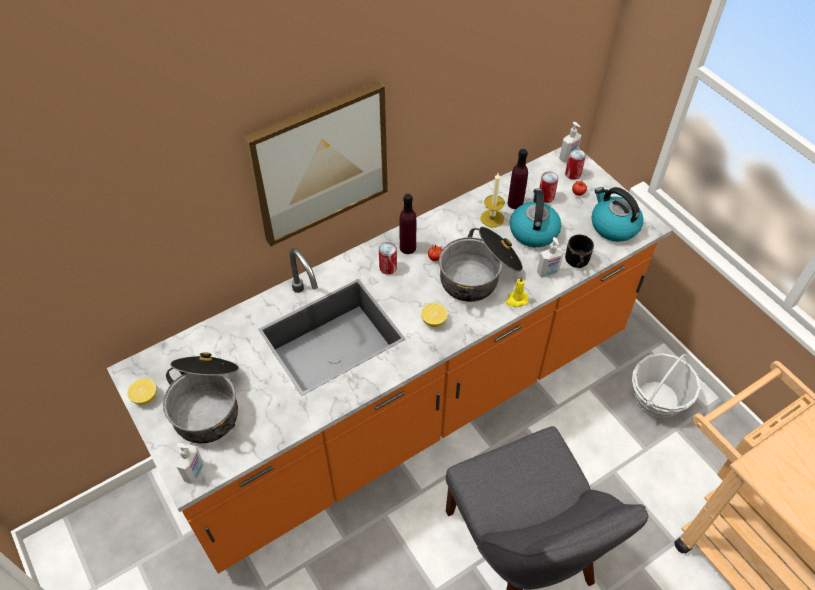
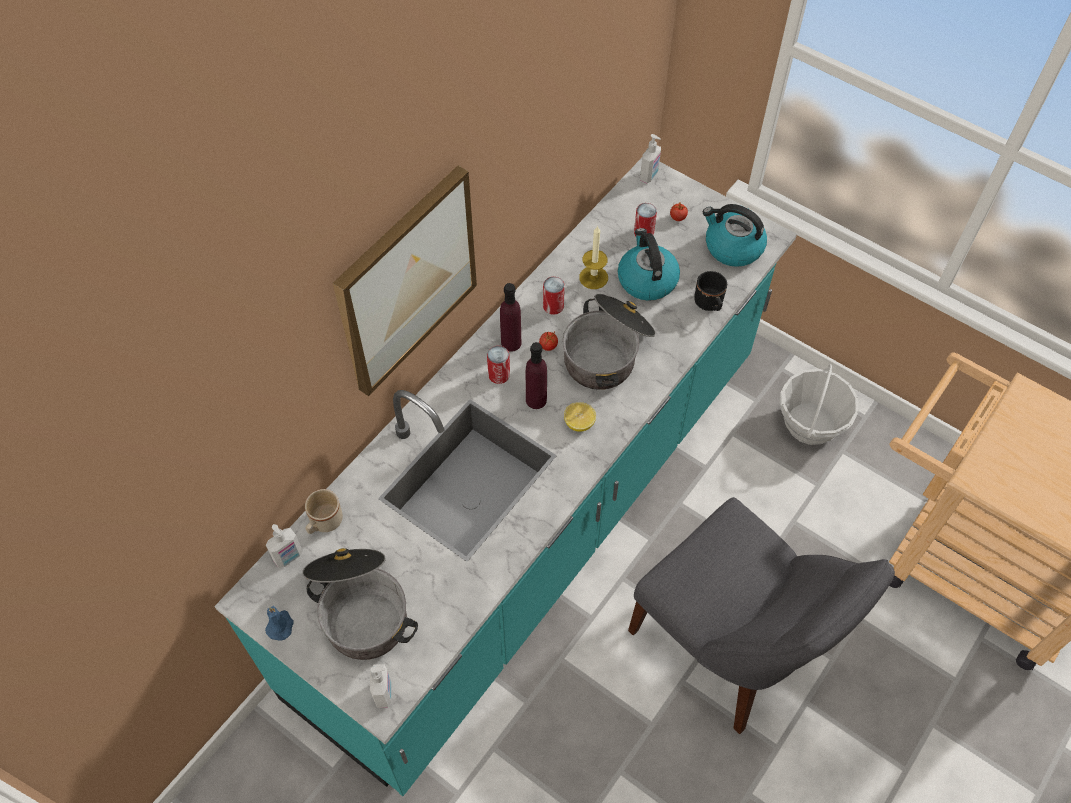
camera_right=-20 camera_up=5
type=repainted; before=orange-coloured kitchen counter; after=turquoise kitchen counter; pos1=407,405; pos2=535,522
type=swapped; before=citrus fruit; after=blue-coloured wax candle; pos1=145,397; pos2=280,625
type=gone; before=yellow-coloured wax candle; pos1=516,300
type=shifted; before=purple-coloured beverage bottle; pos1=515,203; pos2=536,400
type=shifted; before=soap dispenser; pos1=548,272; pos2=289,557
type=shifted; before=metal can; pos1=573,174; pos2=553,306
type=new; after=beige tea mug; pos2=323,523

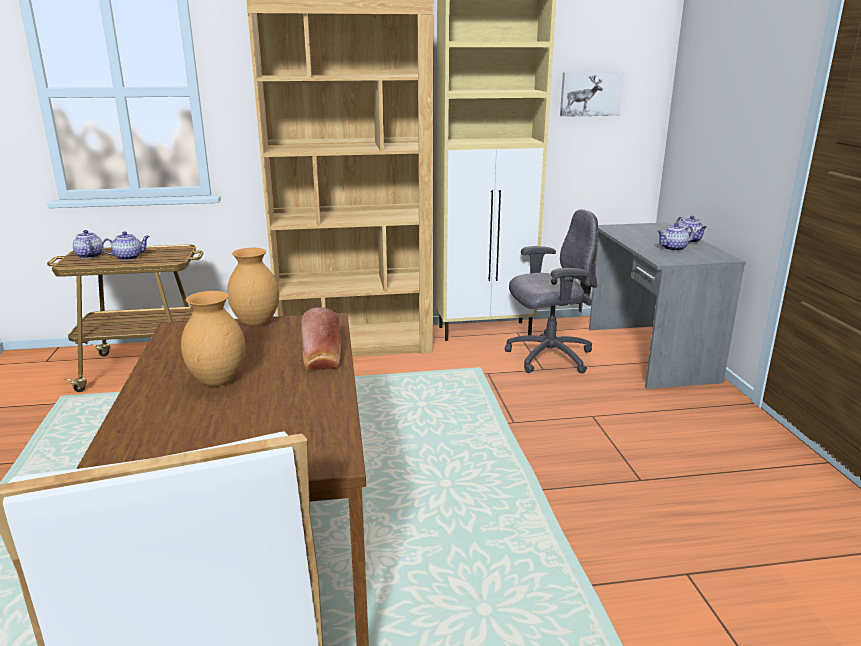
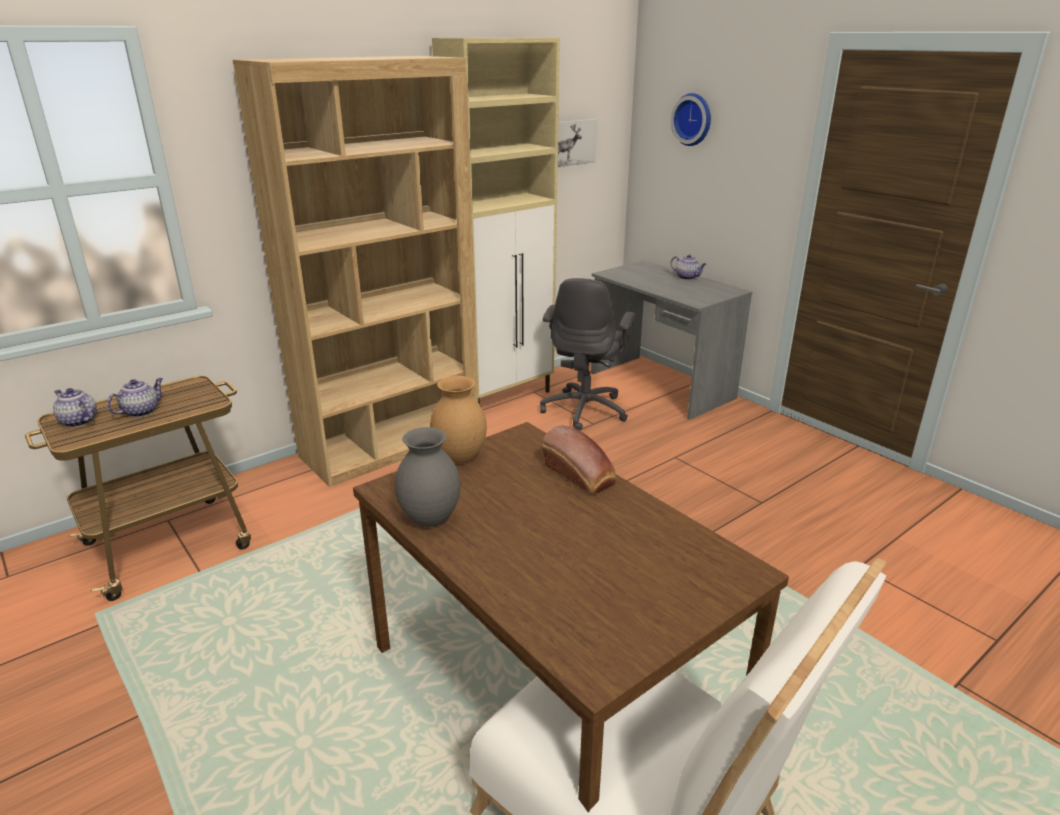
camera_right=-30 camera_up=5
type=gone; before=brown flower vase; pos1=219,381
type=rotated; before=gray desk chair; pos1=548,357; pos2=585,410; turn=150
type=gone; before=tea pot; pos1=673,248
type=new; after=gray flower vase; pos2=431,518
type=new; after=wall clock; pos2=693,119

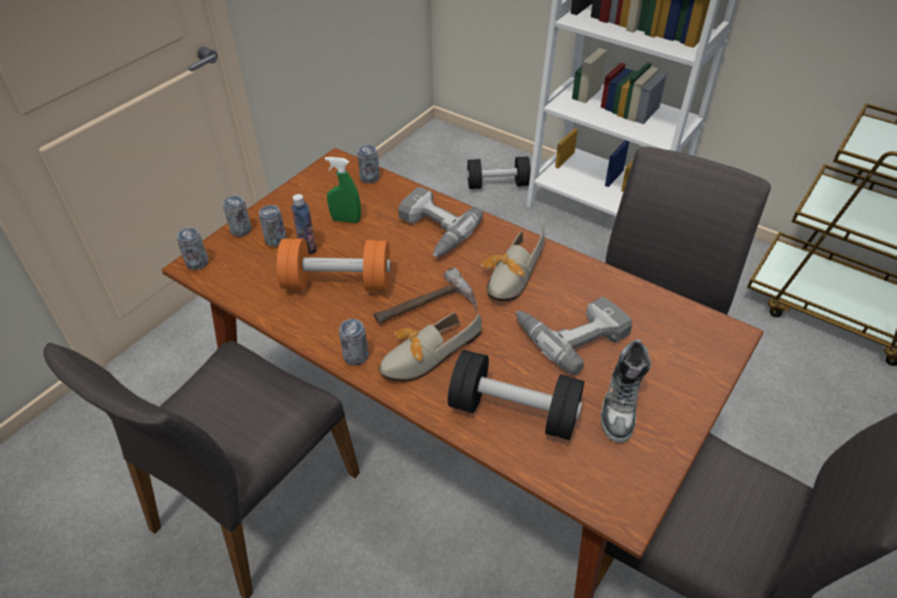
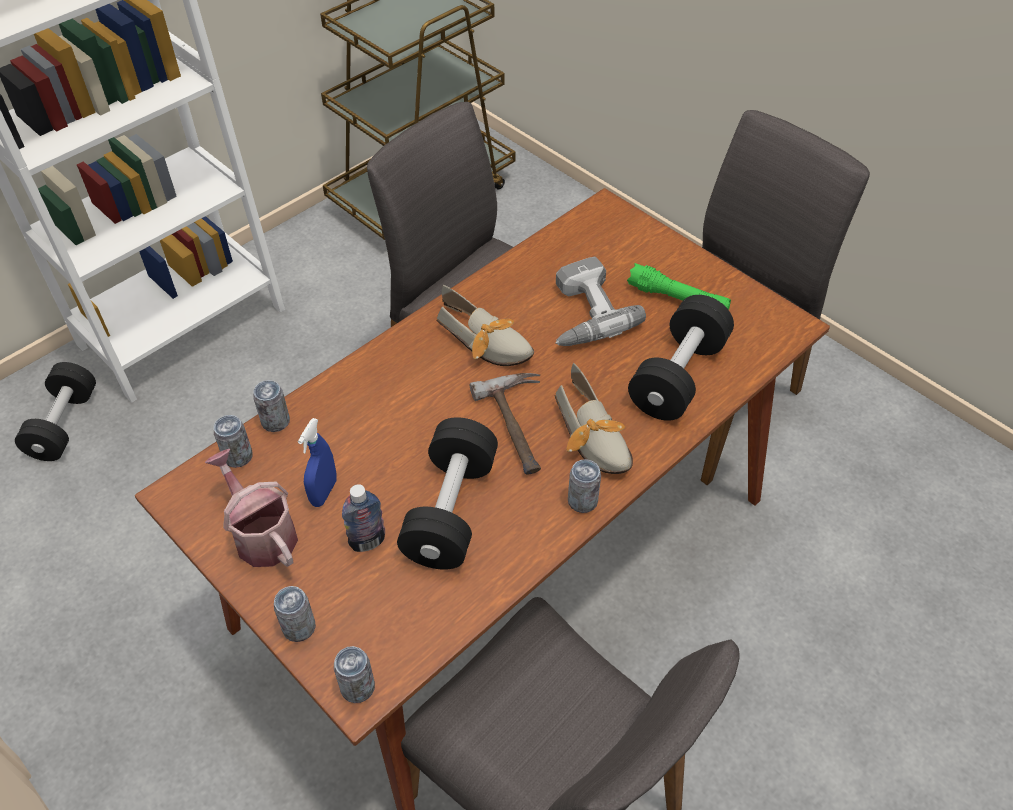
camera_right=-80 camera_up=5
type=shifted; before=metal can; pos1=276,240; pos2=275,422
type=repainted; before=orange-coloured dumbbell; after=blackish dumbbell; pos1=338,283; pos2=450,510
type=repainted; before=green-coloured hand sprayer; after=blue-coloured hand sprayer; pos1=346,220; pos2=324,492
type=gone; before=drill; pos1=432,231
type=swapped; before=shoe; after=green-coloured torch; pos1=621,404; pos2=677,299
type=new; after=sprinkling can; pos2=261,533

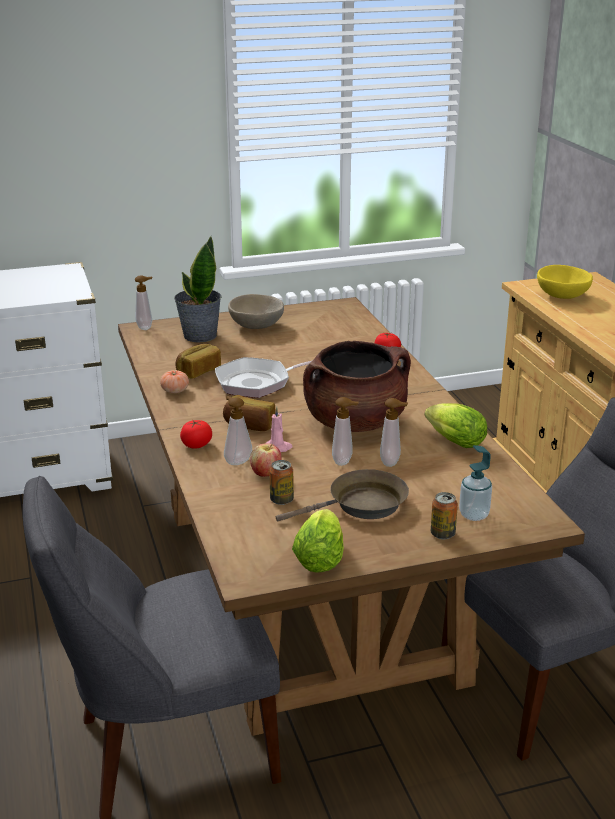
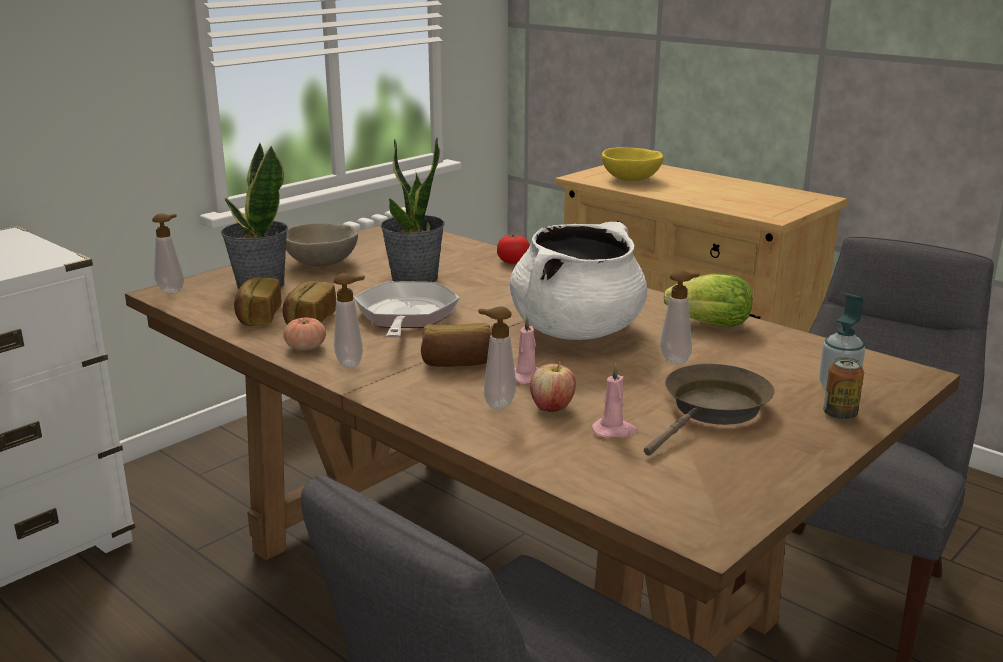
camera_right=-30 camera_up=-5
type=gone; before=tomato; pos1=196,445
type=rotated; before=pan; pos1=259,383; pos2=405,316; turn=135
type=swapped; before=metal can; after=pink-coloured wax candle; pos1=281,500; pos2=614,431
type=gone; before=lettuce; pos1=320,557
type=repainted; before=brown cooking pot; after=whitish cooking pot; pos1=355,422; pos2=577,331
type=shifted; before=soap dispenser; pos1=344,461; pos2=352,363
type=new; after=baked bread; pos2=258,317
type=new; after=houseplant; pos2=414,279

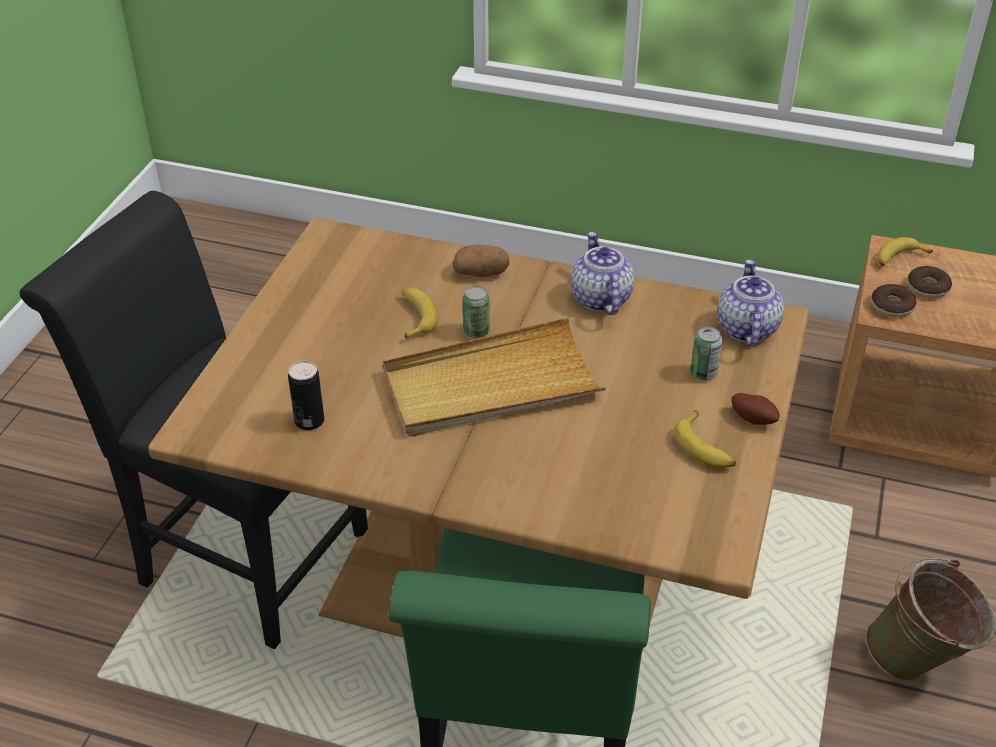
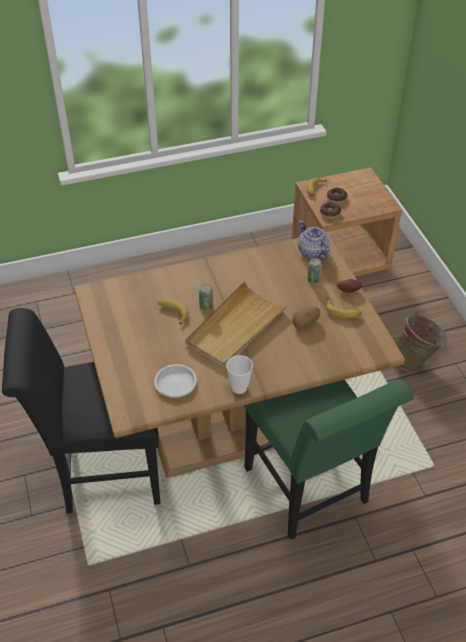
camera_right=-35 camera_up=5
type=swapped; before=metal can; after=whitish dinner plate; pos1=309,421; pos2=175,383
type=shifted; before=whole potato; pos1=481,273; pos2=305,323
type=gone; before=tea pot; pos1=599,298
type=new; after=drinking cup; pos2=239,388

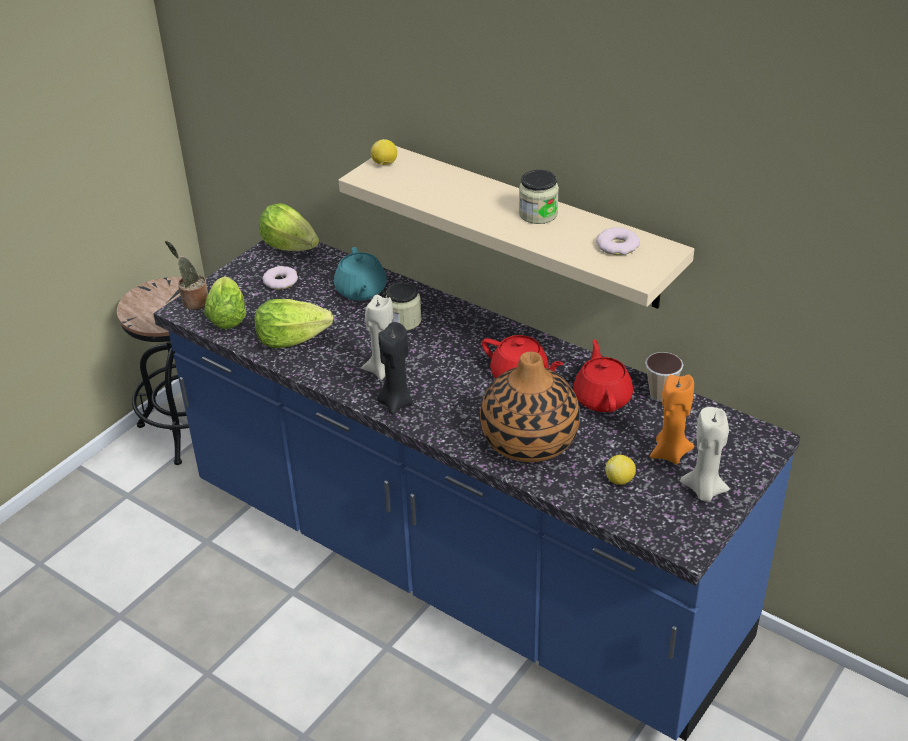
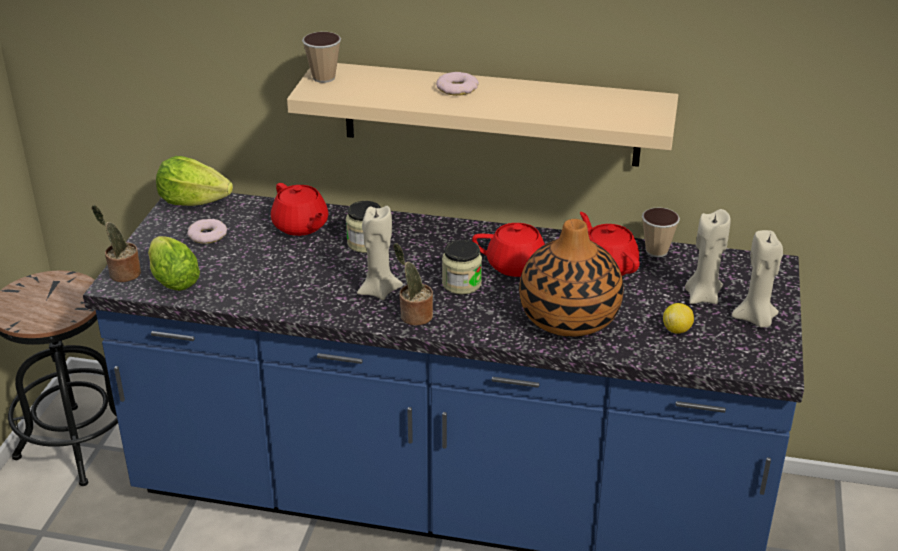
camera_right=-25 camera_up=-5
type=gone; before=lettuce; pos1=291,339
type=repainted; before=turquoise tea pot; after=reddish tea pot; pos1=361,291; pos2=301,226
type=swapped; before=citrus fruit; after=drinking cup; pos1=384,164; pos2=324,78
type=swapped; before=blackish wax candle; after=houseplant; pos1=396,402; pos2=414,316
type=shifted; before=storage jar; pos1=538,214; pos2=461,284
type=shifted; before=doughnut; pos1=617,246; pos2=457,88
type=repainted; before=orange-coloured wax candle; after=beige wax candle; pos1=670,453; pos2=702,297

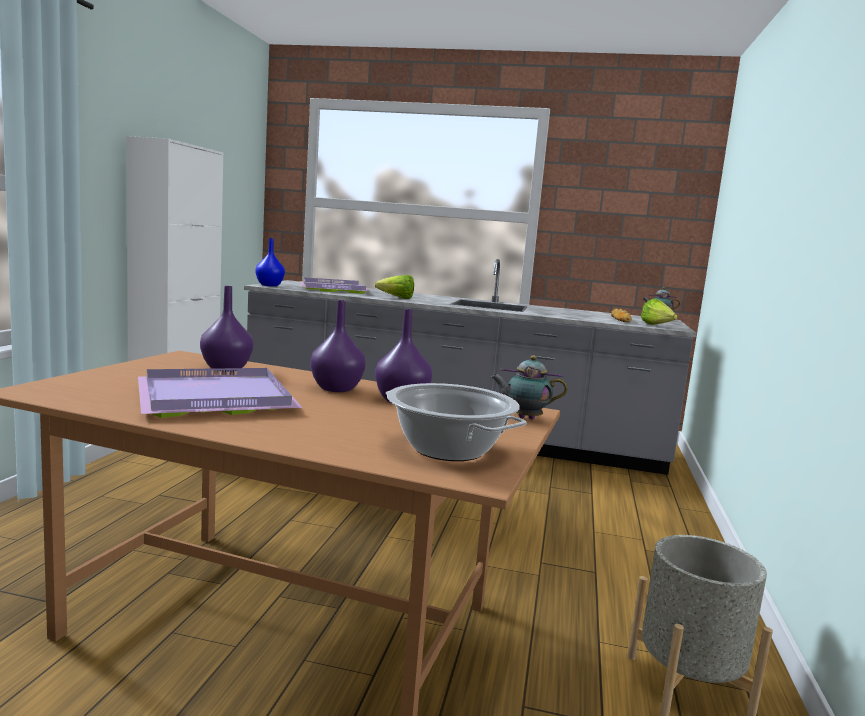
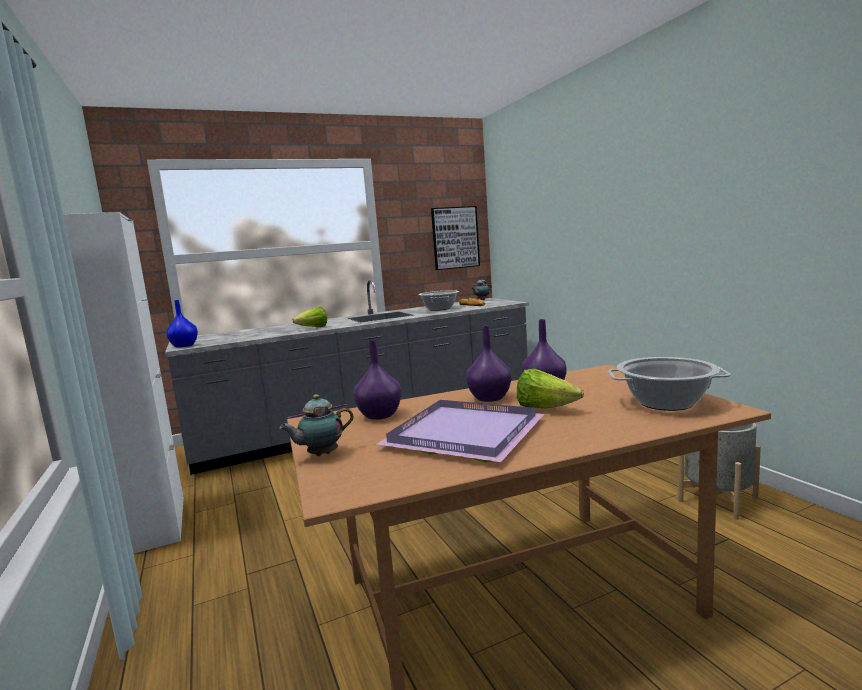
camera_right=-35 camera_up=0
type=gone; before=purple-coloured serving tray; pos1=332,289
type=shifted; before=tea pot; pos1=524,418; pos2=320,455
type=shifted; before=lettuce; pos1=657,326; pos2=545,408
type=new; after=cooking pot; pos2=440,309
type=new; after=wall art; pos2=455,238

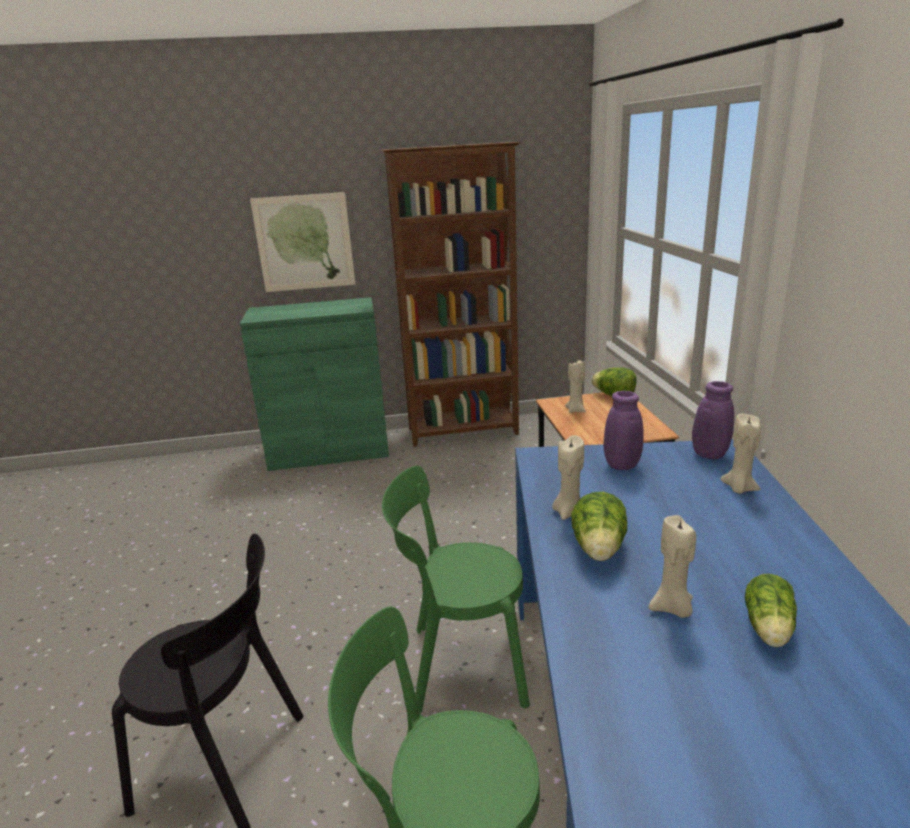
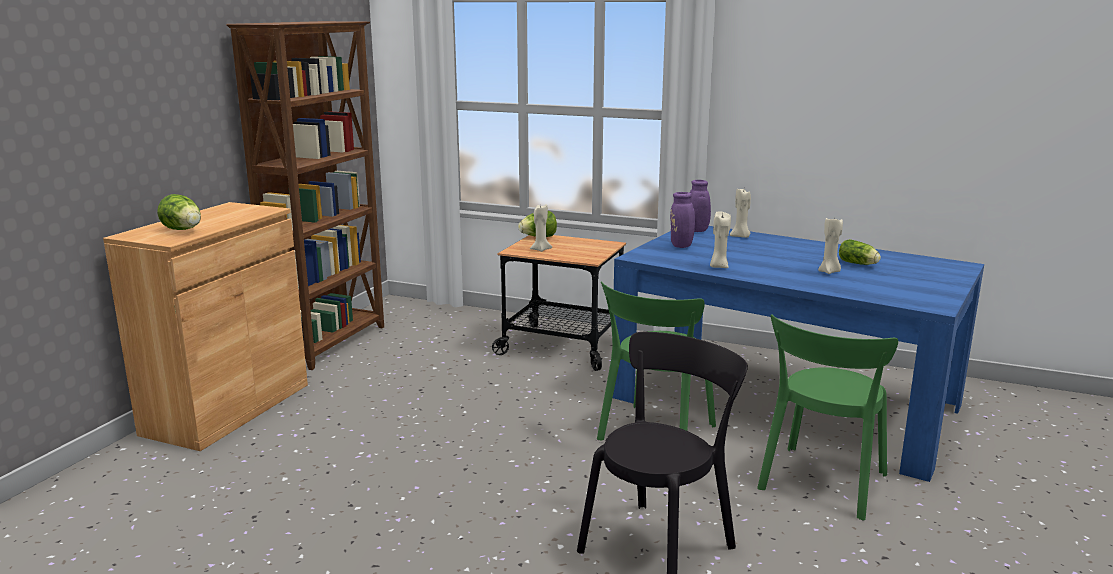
camera_right=-60 camera_up=-5
type=repainted; before=green-coloured storage cabinet; after=brown storage cabinet; pos1=329,450; pos2=227,409
type=gone; before=wall art; pos1=304,242
type=shifted; before=lettuce; pos1=599,550; pos2=184,230

